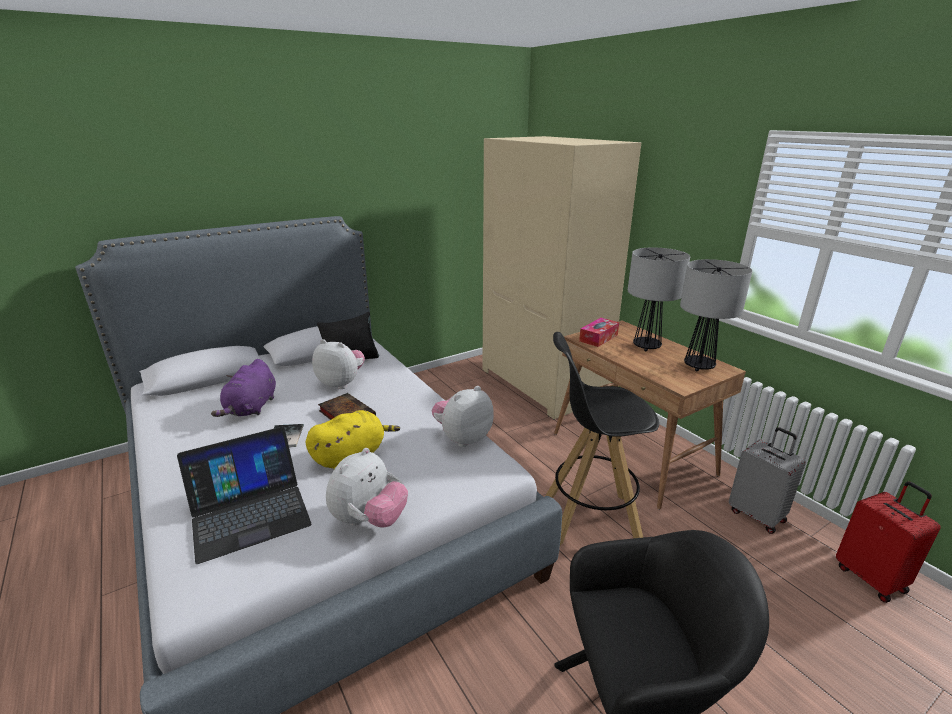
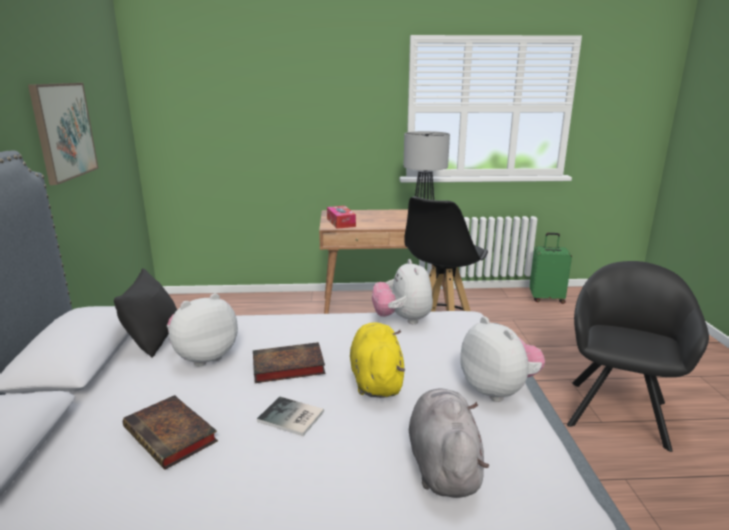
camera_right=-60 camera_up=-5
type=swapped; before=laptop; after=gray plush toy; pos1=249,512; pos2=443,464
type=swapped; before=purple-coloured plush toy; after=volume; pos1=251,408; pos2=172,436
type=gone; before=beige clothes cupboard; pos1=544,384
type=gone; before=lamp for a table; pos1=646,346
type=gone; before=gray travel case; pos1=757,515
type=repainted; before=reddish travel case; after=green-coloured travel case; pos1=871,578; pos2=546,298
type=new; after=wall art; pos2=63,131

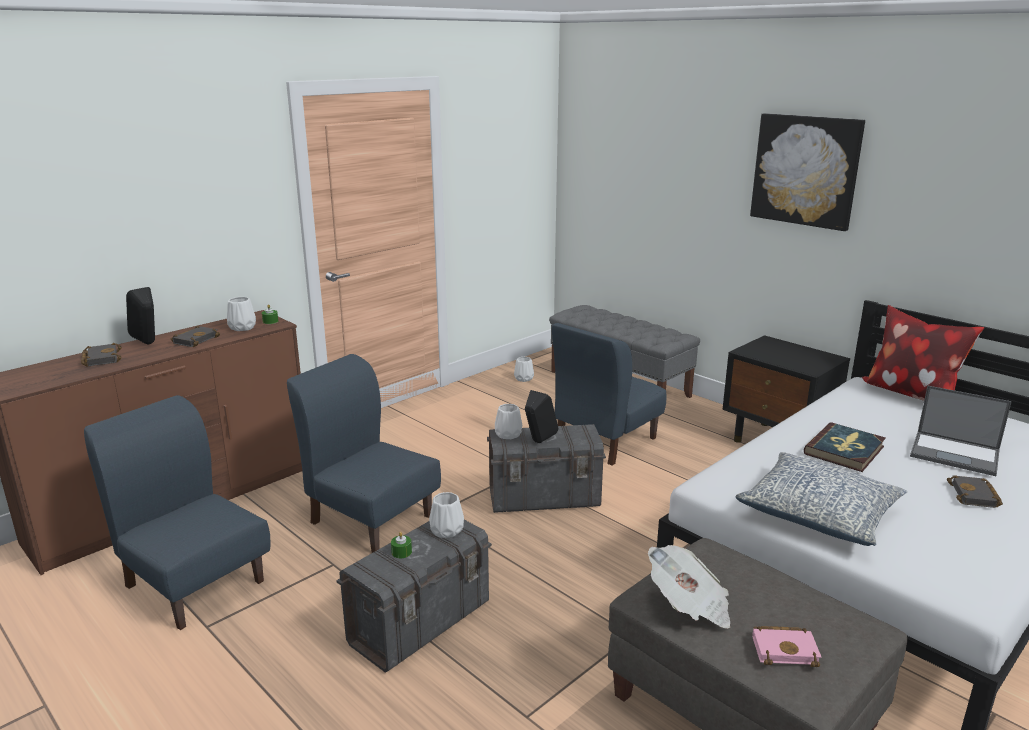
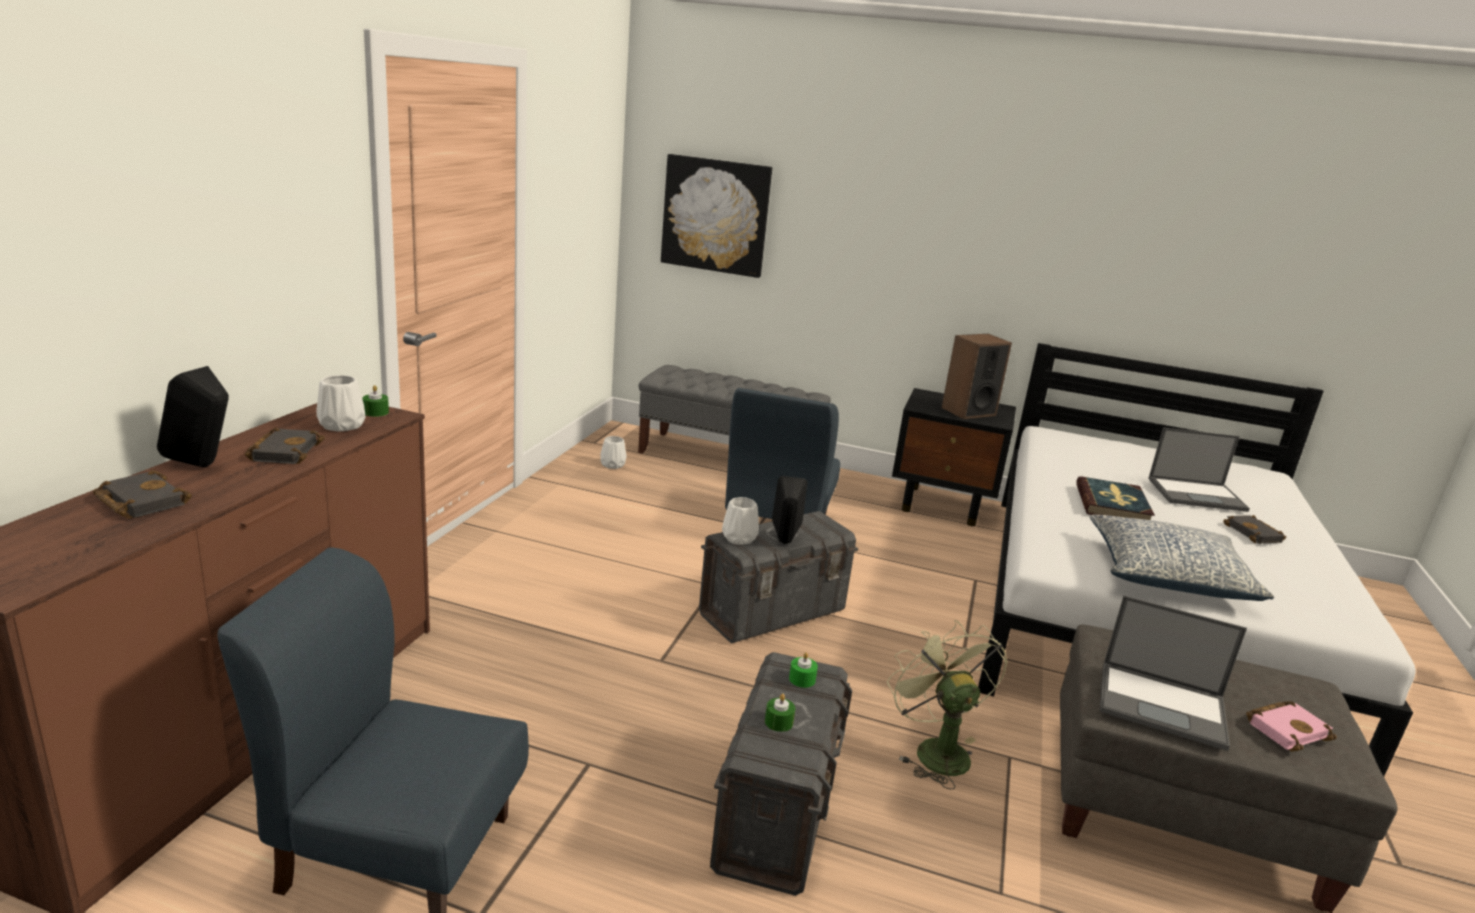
camera_right=-30 camera_up=0
type=gone; before=blue-coloured upright chair; pos1=371,518
type=swapped; before=whitish flower vase; after=green-coloured wax candle; pos1=447,531; pos2=802,679
type=swapped; before=newspaper; after=laptop; pos1=689,605; pos2=1163,705
type=shifted; before=wall art; pos1=805,170; pos2=716,215
type=gone; before=cushion; pos1=911,394
type=new; after=green-coloured cooling fan; pos2=934,750
type=new; after=audio speaker; pos2=968,411

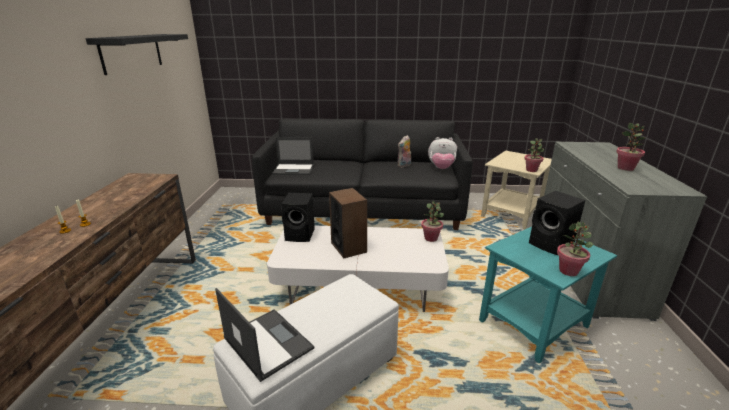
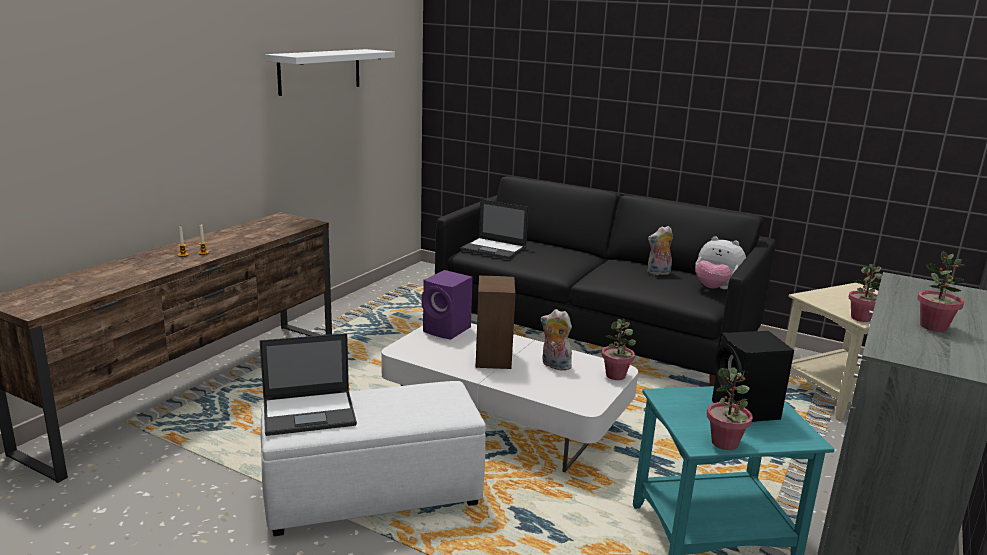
camera_right=25 camera_up=-5
type=repainted; before=blackish shelf; after=whitish shelf; pos1=132,52; pos2=320,71
type=rotated; before=laptop; pos1=267,342; pos2=310,412; turn=90
type=repainted; before=blackish audio speaker; after=purple-coloured audio speaker; pos1=301,235; pos2=448,330
type=new; after=plush toy; pos2=554,365

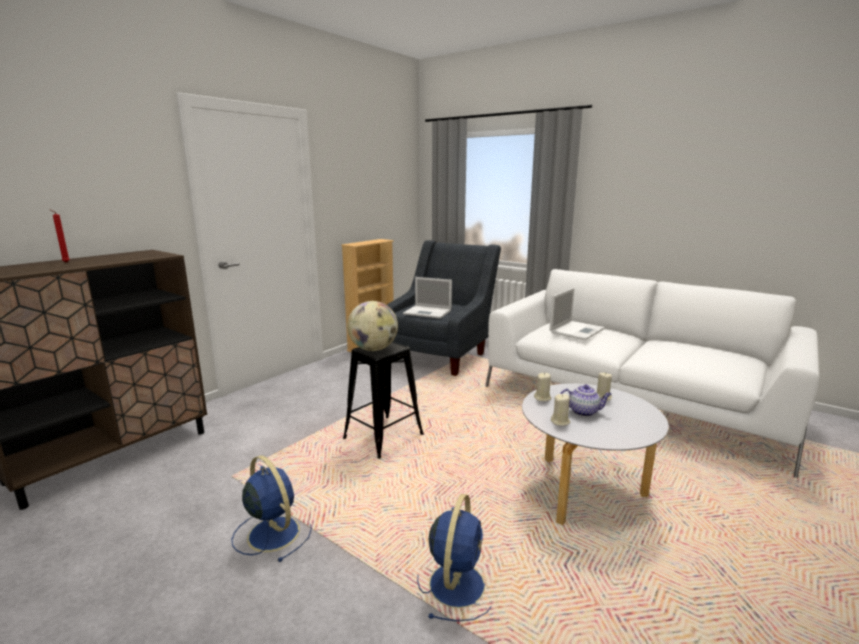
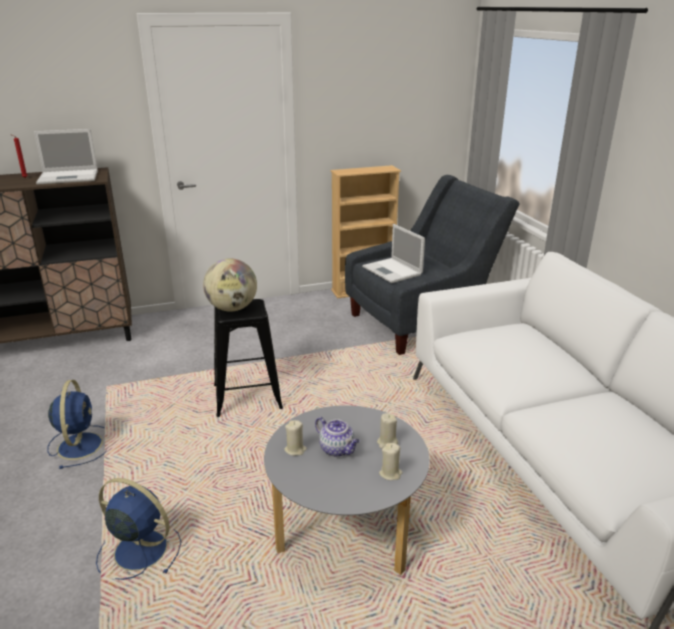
camera_right=35 camera_up=10
type=rotated; before=blue-coloured cooling fan; pos1=457,583; pos2=138,549; turn=-120
type=shifted; before=beige wax candle; pos1=542,398; pos2=390,473
type=shifted; before=laptop; pos1=577,330; pos2=70,177

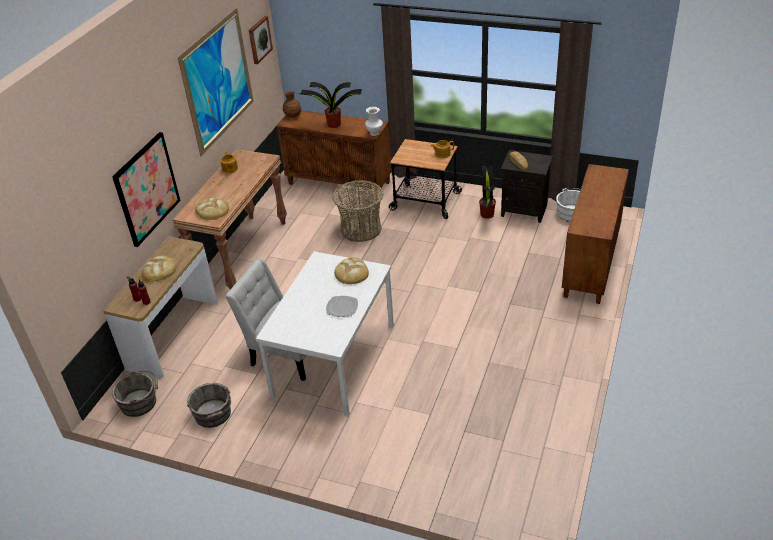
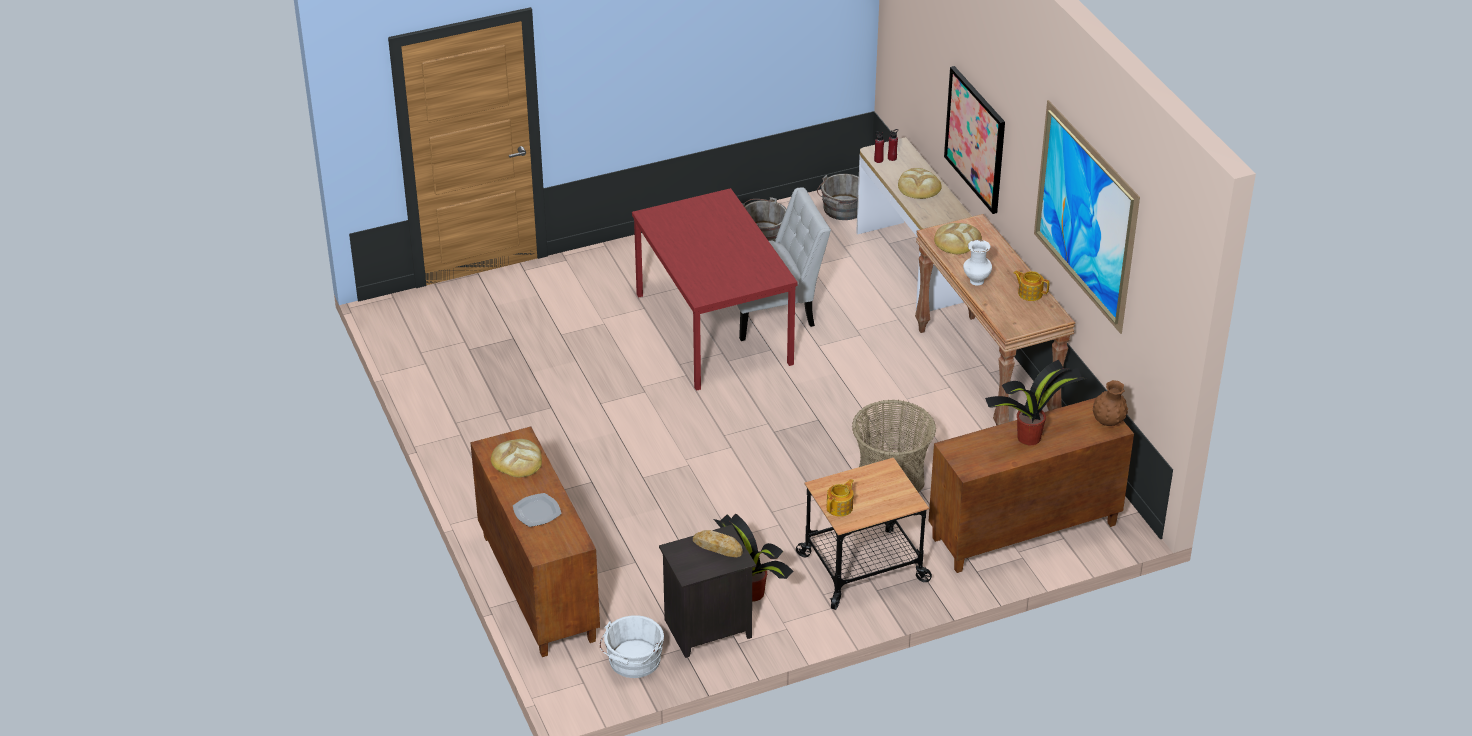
camera_right=135 camera_up=0
type=gone; before=wall art; pos1=259,39
type=repainted; before=whitish dinner table; after=reddish dinner table; pos1=335,361; pos2=712,328
type=shifted; before=dinner plate; pos1=342,307; pos2=536,511
type=shifted; before=baked bread; pos1=352,273; pos2=517,460
type=shifted; before=whitish flower vase; pos1=375,133; pos2=976,281

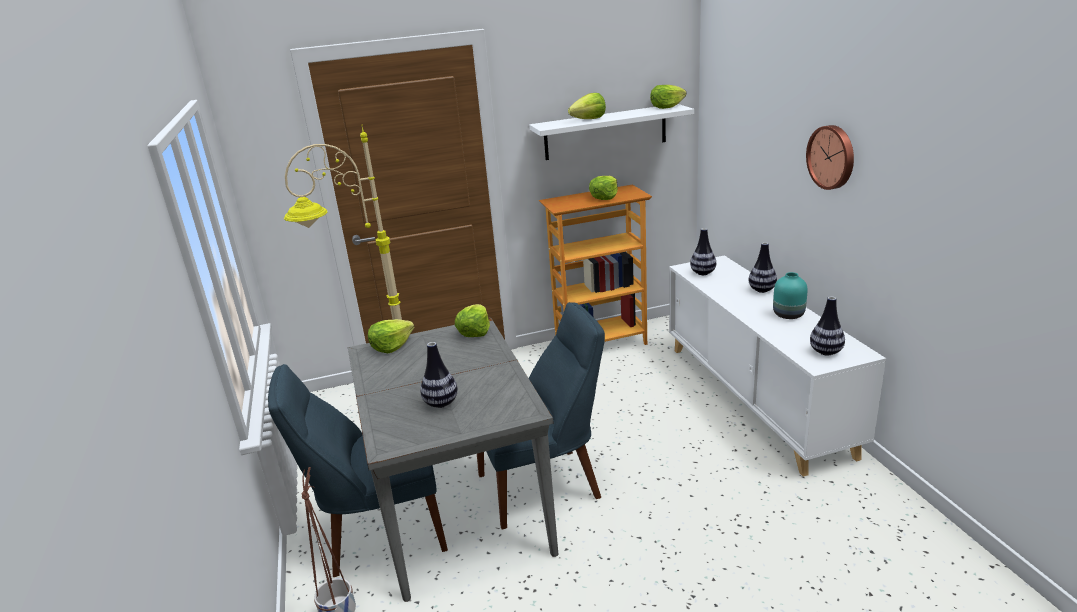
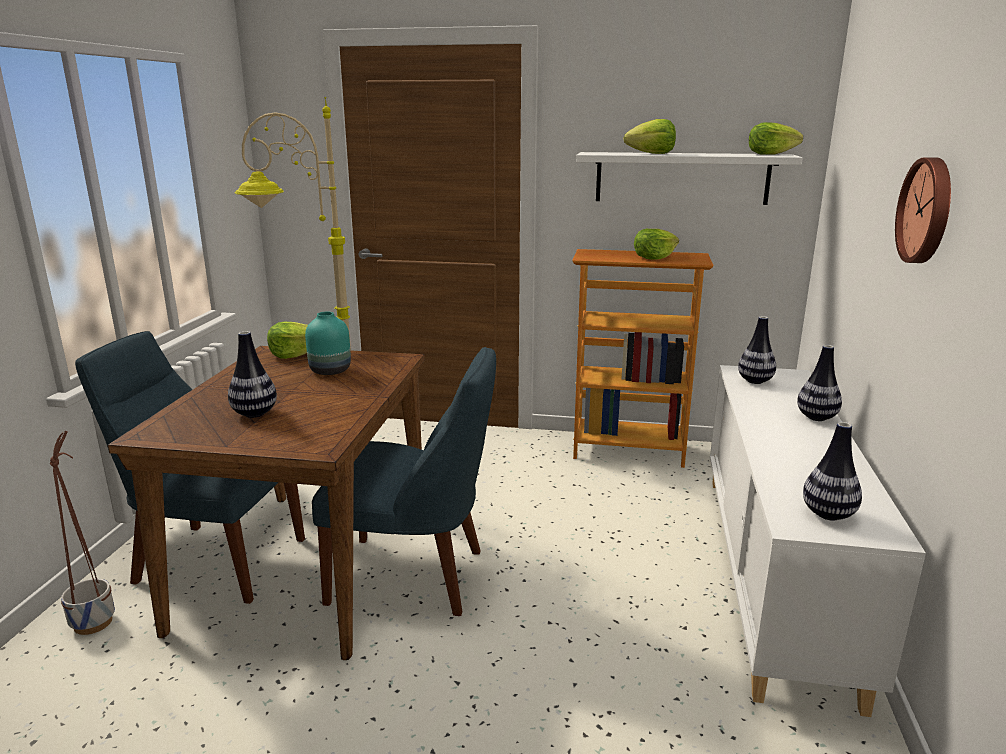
camera_right=25 camera_up=-5
type=repainted; before=gray dinner table; after=brown dinner table; pos1=459,506; pos2=309,563
type=gone; before=lettuce; pos1=474,331
type=shifted; before=turquoise flower vase; pos1=788,314; pos2=331,370

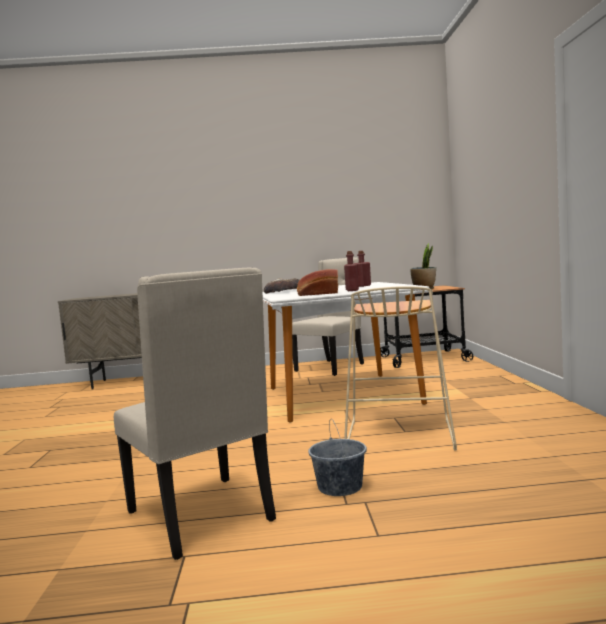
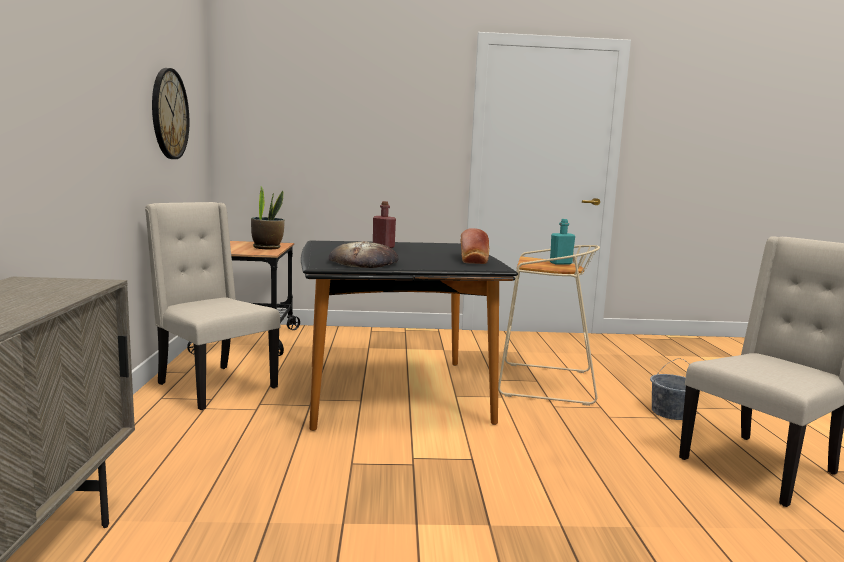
camera_right=-90 camera_up=5
type=repainted; before=whitish dinner table; after=blackish dinner table; pos1=340,396; pos2=394,393
type=gone; before=reddish beverage bottle; pos1=352,290
type=new; after=wall clock; pos2=169,114
type=new; after=turquoise beverage bottle; pos2=560,263

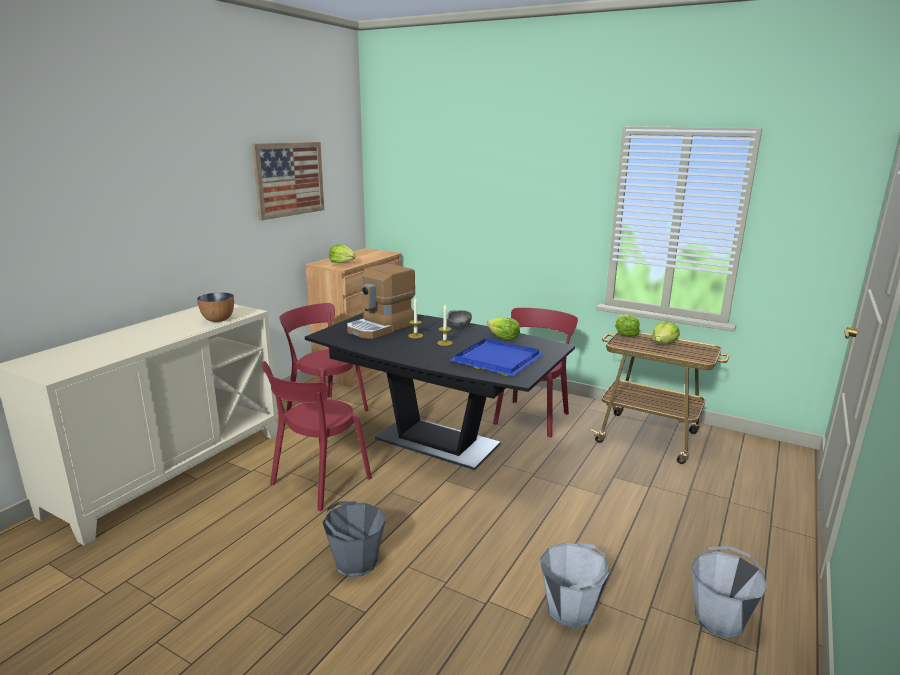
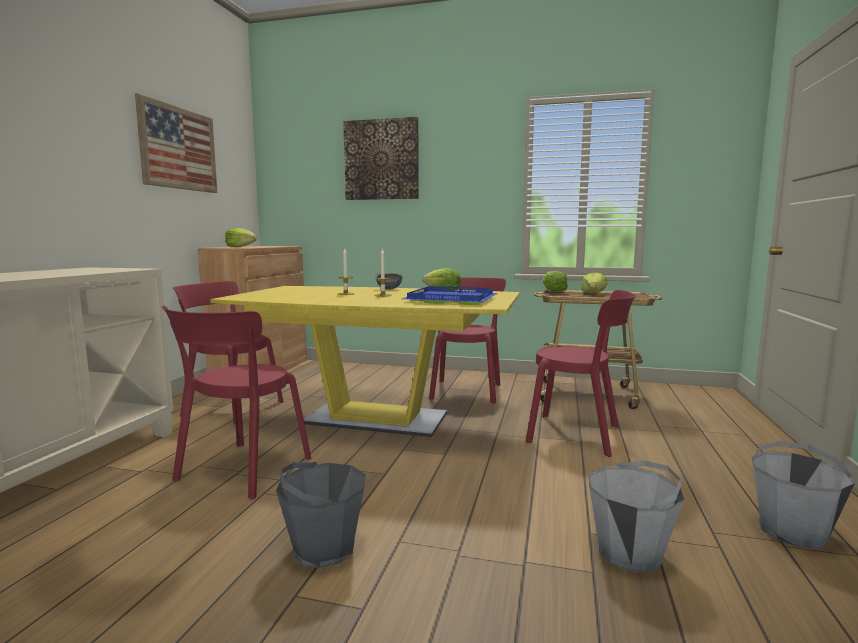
camera_right=-15 camera_up=-10
type=gone; before=bowl; pos1=218,320
type=repainted; before=blackish dinner table; after=yellow-coloured dinner table; pos1=437,442; pos2=376,419
type=gone; before=coffee brewer; pos1=381,327
type=new; after=wall art; pos2=381,160
type=new; after=reddish upright chair; pos2=579,435

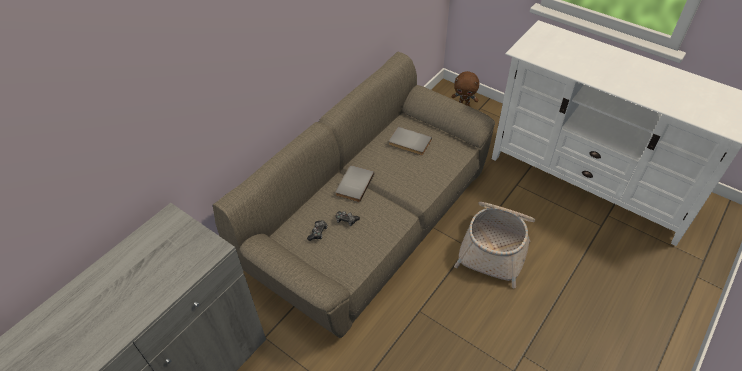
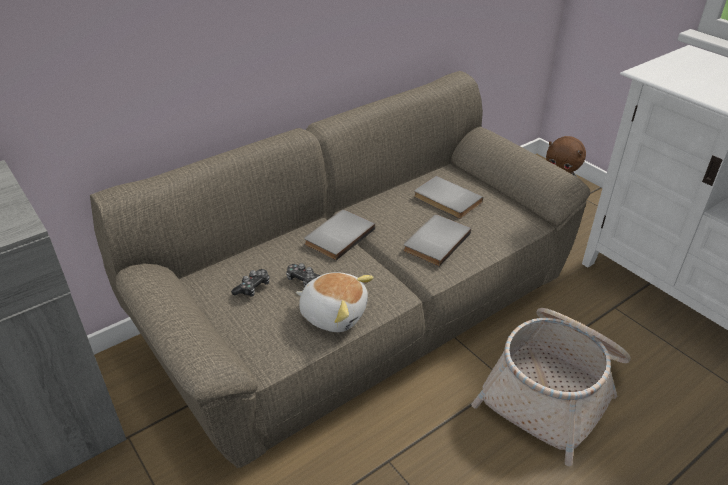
camera_right=15 camera_up=-10
type=new; after=plush toy; pos2=334,313
type=new; after=gray volume; pos2=434,241

